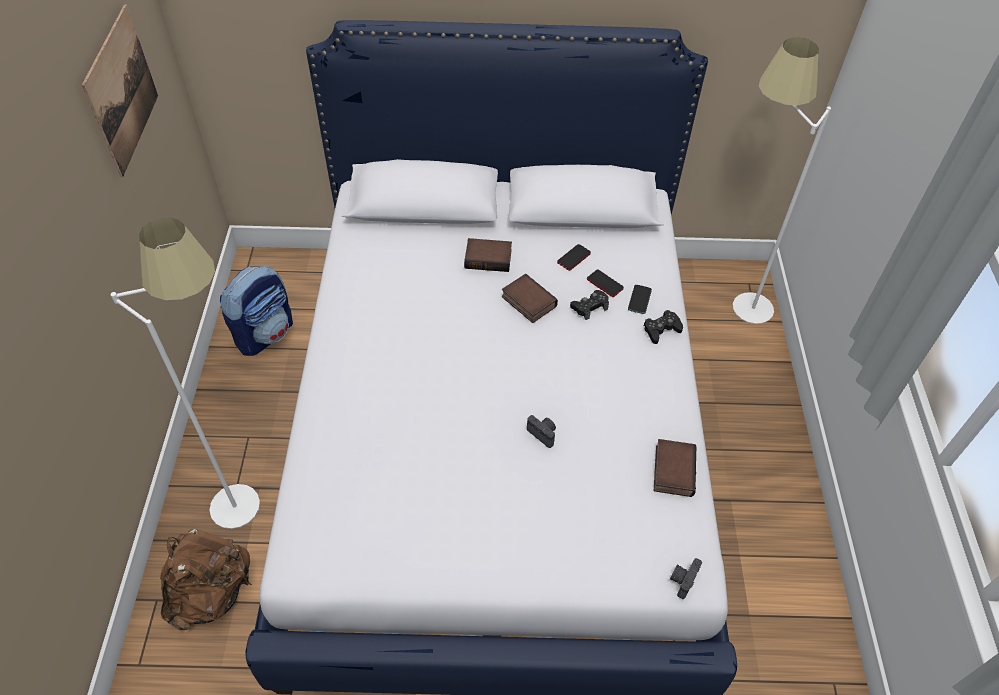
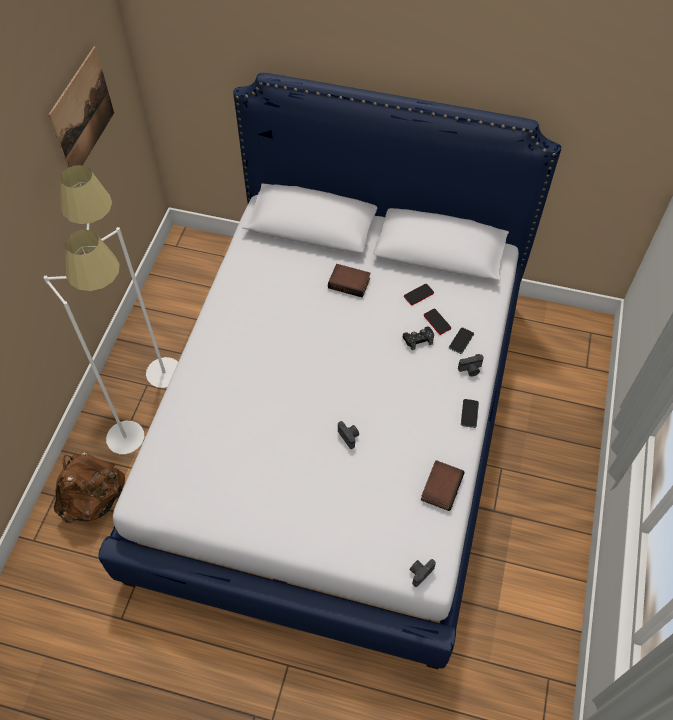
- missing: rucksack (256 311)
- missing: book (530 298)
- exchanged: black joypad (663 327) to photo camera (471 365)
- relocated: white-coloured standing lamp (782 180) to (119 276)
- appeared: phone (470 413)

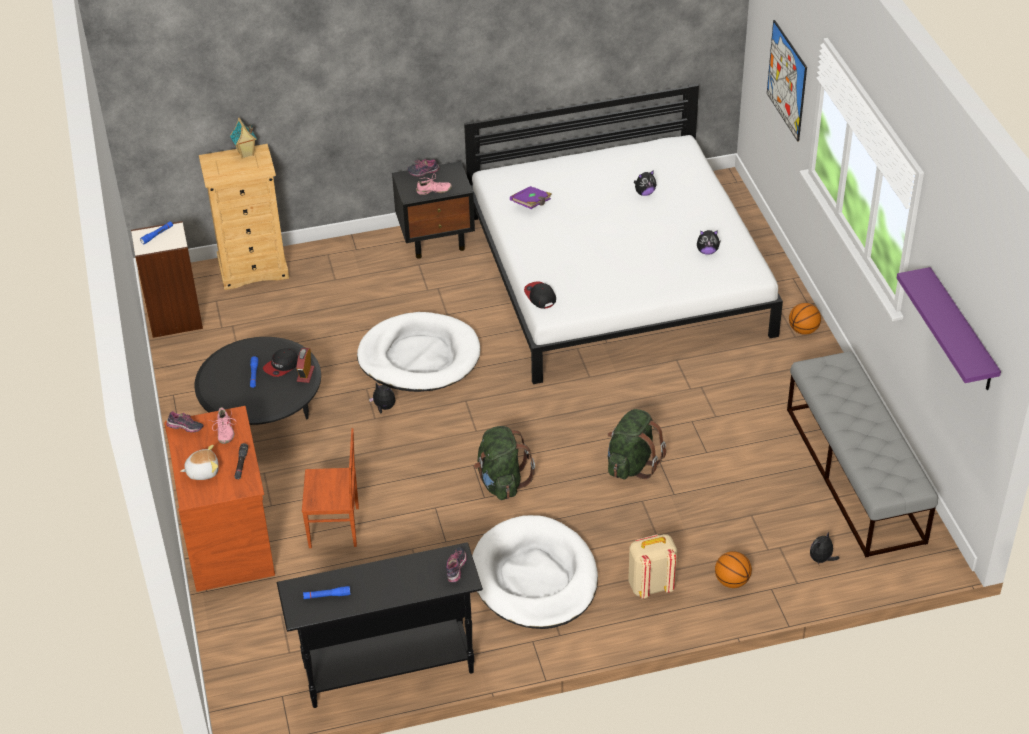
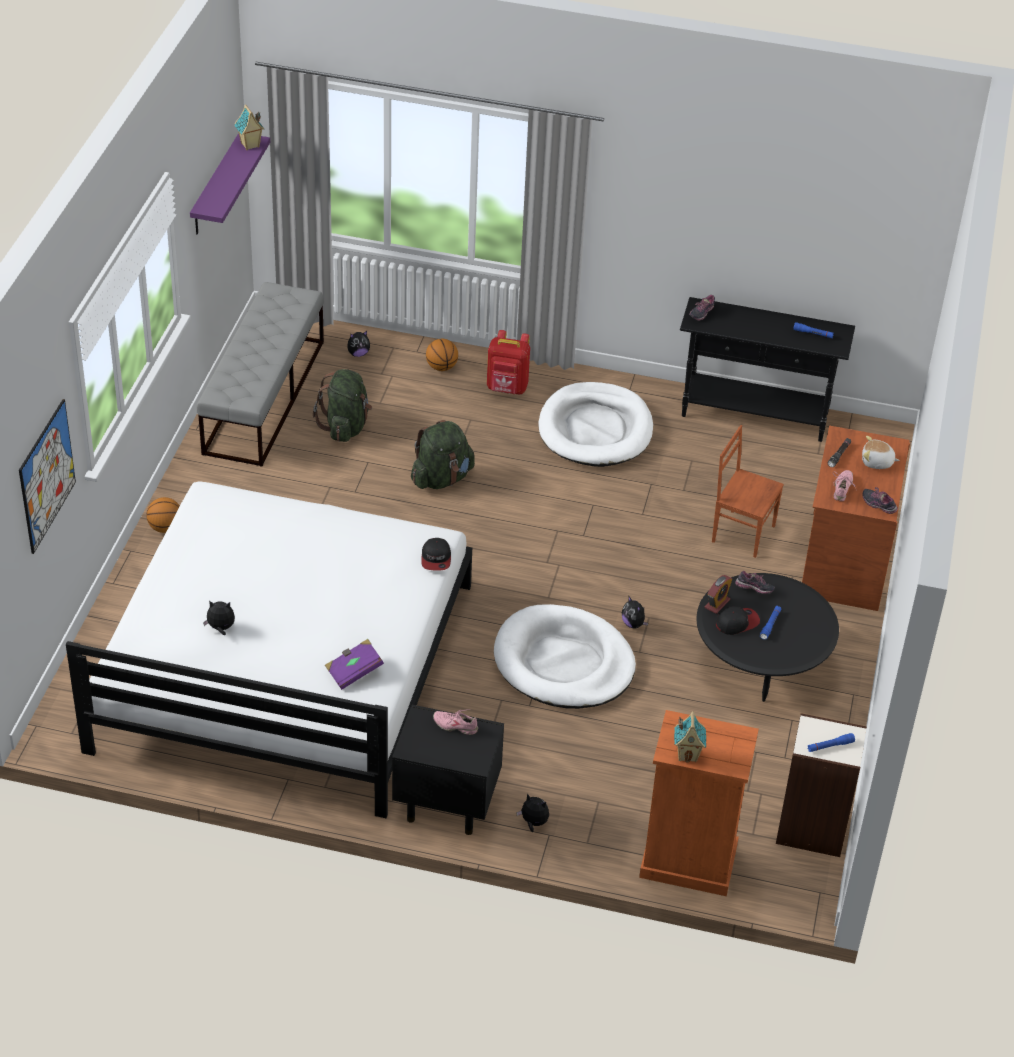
- colour: beige dresser (244 217) to orange-coloured dresser (699 803)
- relocated: item of footwear (423 168) to (755 582)
- relocated: green rucksack (504 463) to (342 405)
- colour: beige rucksack (652 566) to reddish rucksack (508 362)
- relocated: cuddly toy (709 242) to (532 812)
- appeared: miniature house (249 127)

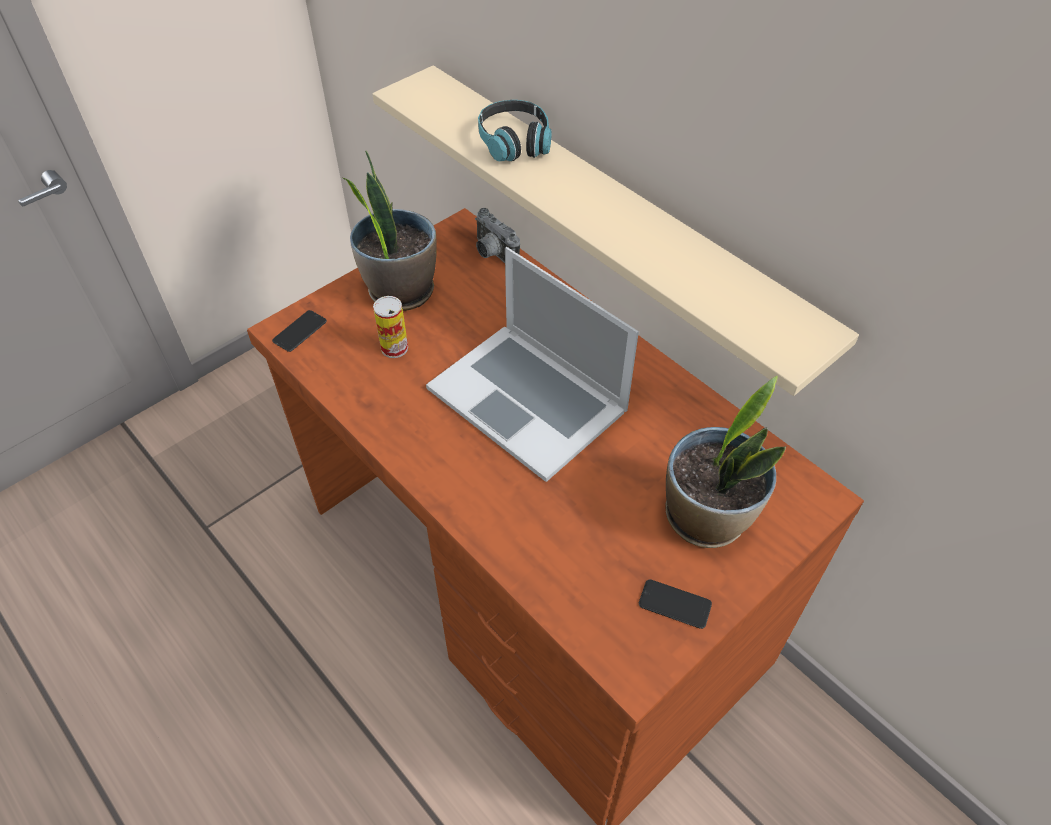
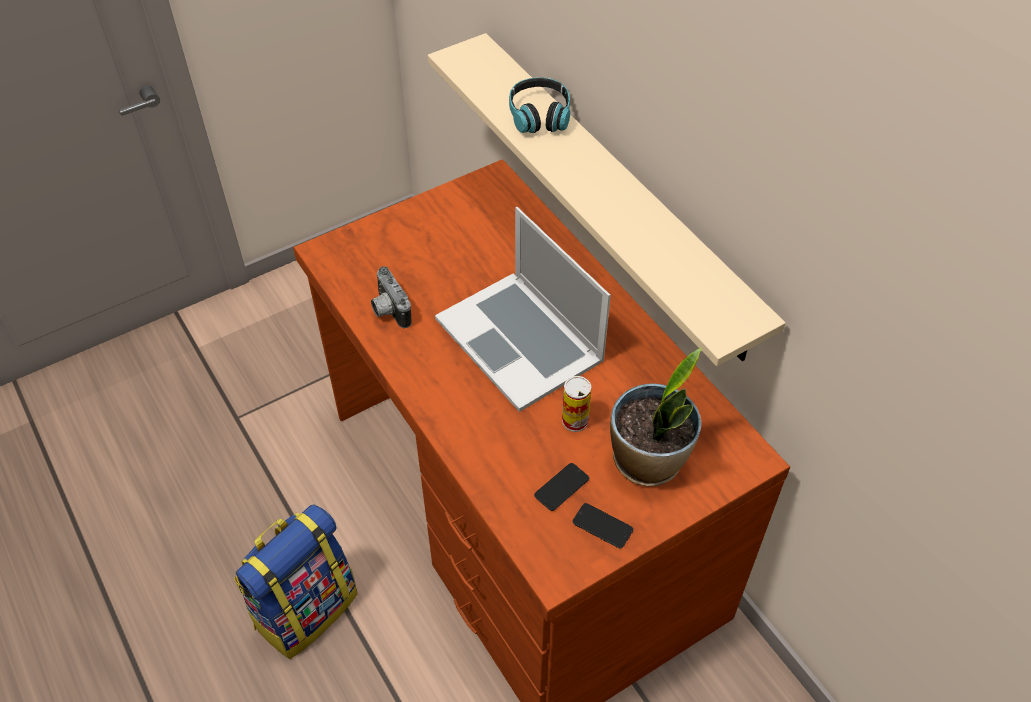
- relocated: phone (299 331) to (561 487)
- missing: plant in a pot (390 230)
- relocated: can (390 327) to (577 404)
- relocated: photo camera (497 235) to (391 297)
- appeared: rucksack (295 581)

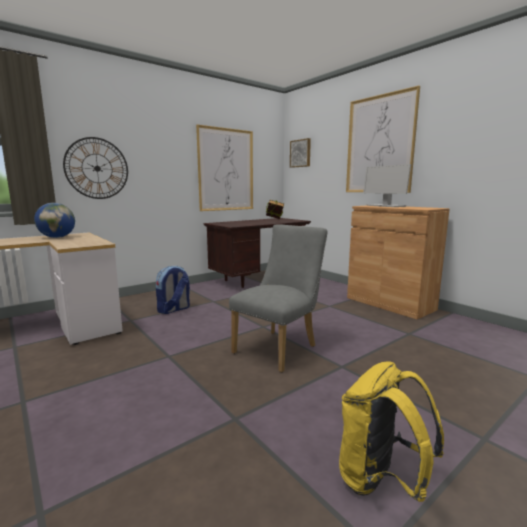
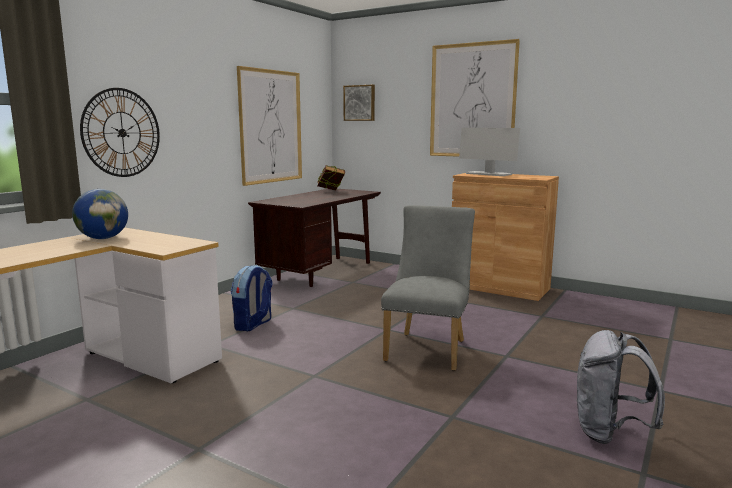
- colour: yellow rucksack (391 431) to grey rucksack (620 387)

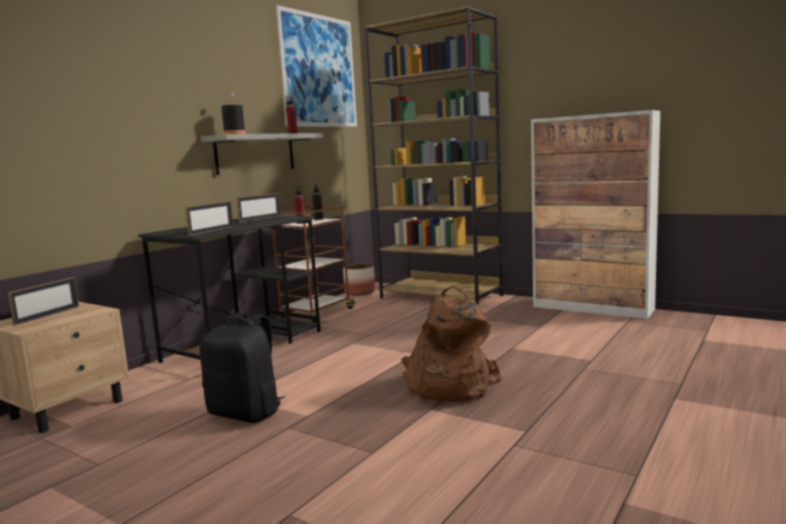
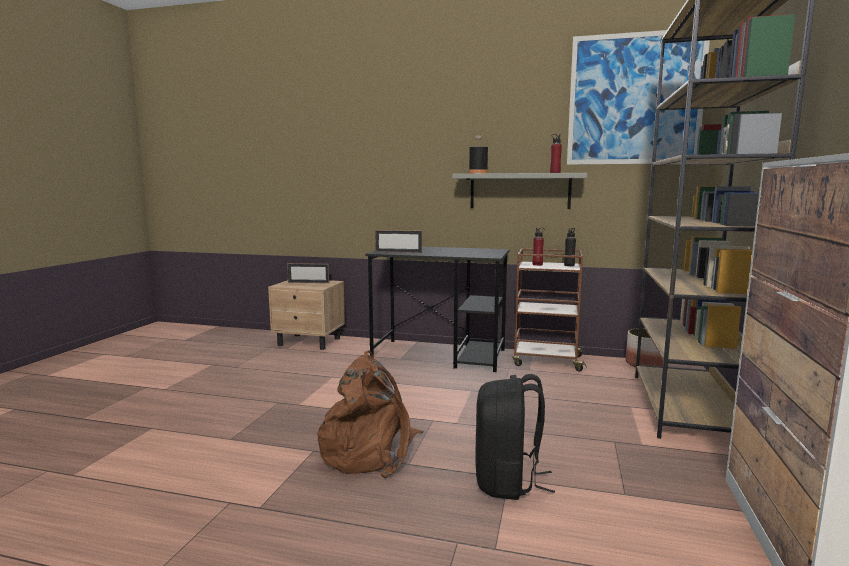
- relocated: black rucksack (242 367) to (515 437)
- missing: picture frame (259 207)

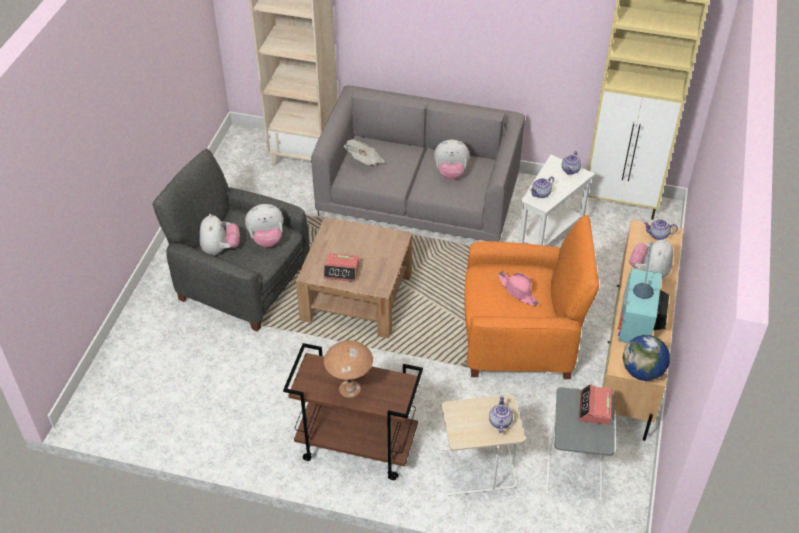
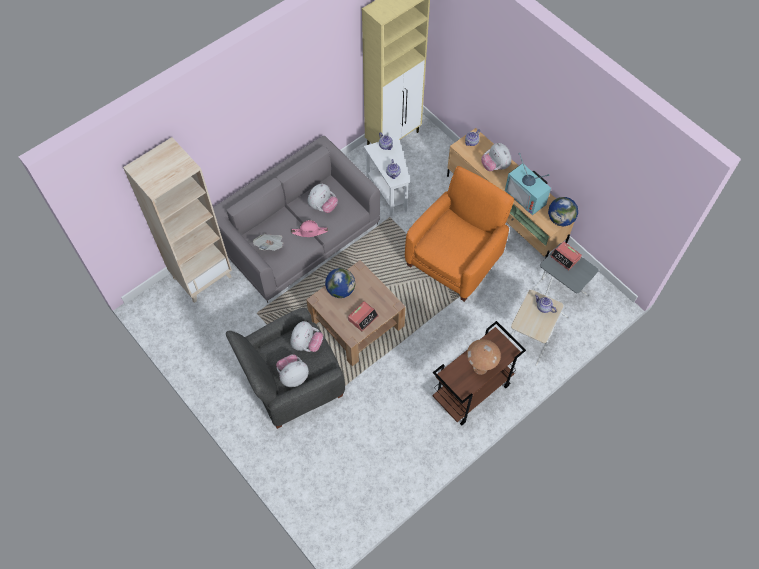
- spun: cuddly toy (220 234) = (292 370) 60 degrees counterclockwise
- relocated: pink-coloured wearable hat (518 288) to (309 228)
- appeared: globe (340 283)

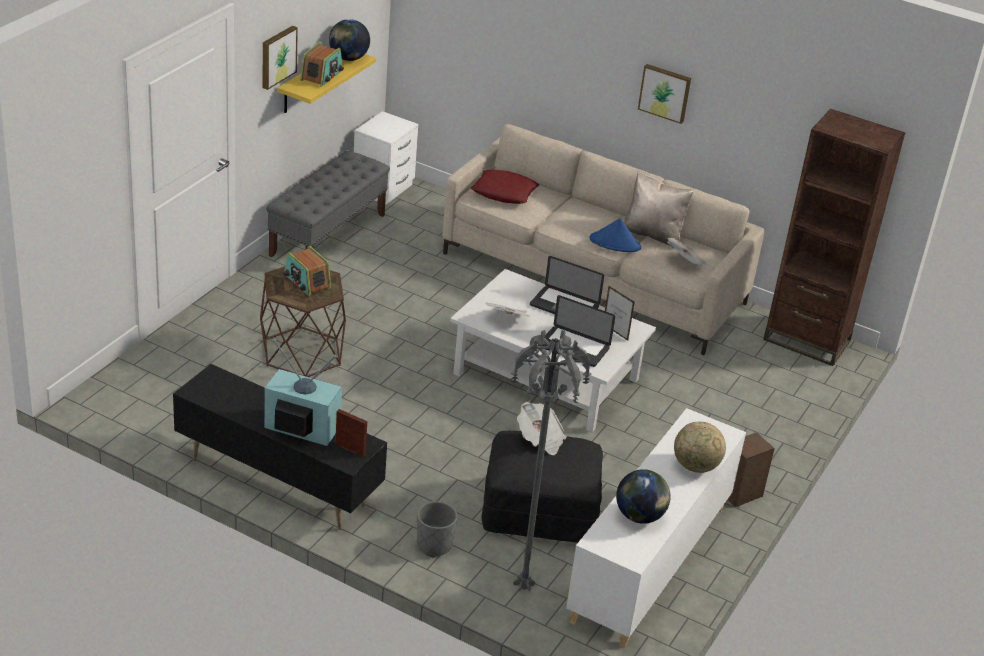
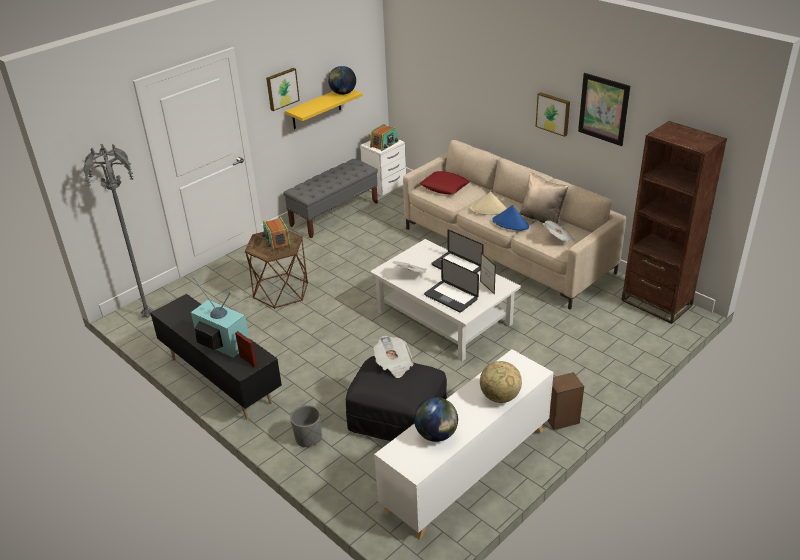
- relocated: radio set (322 64) to (384 137)
- relocated: grey standing lamp (551 461) to (118 231)
- appeared: beige wearable hat (488 203)
- appeared: picture (604 109)

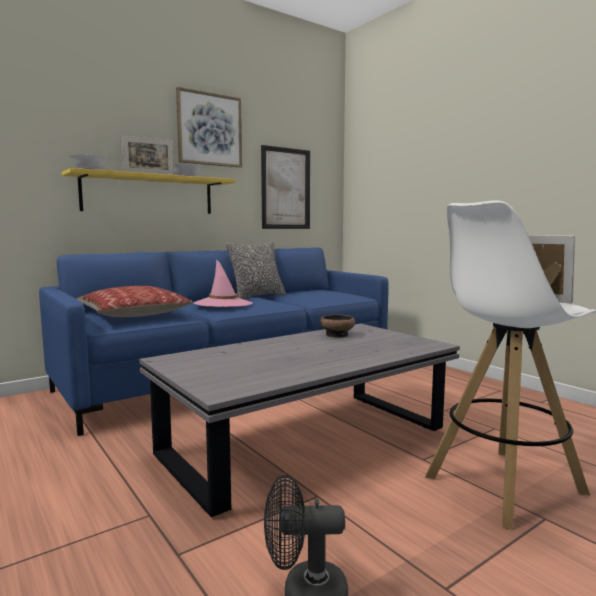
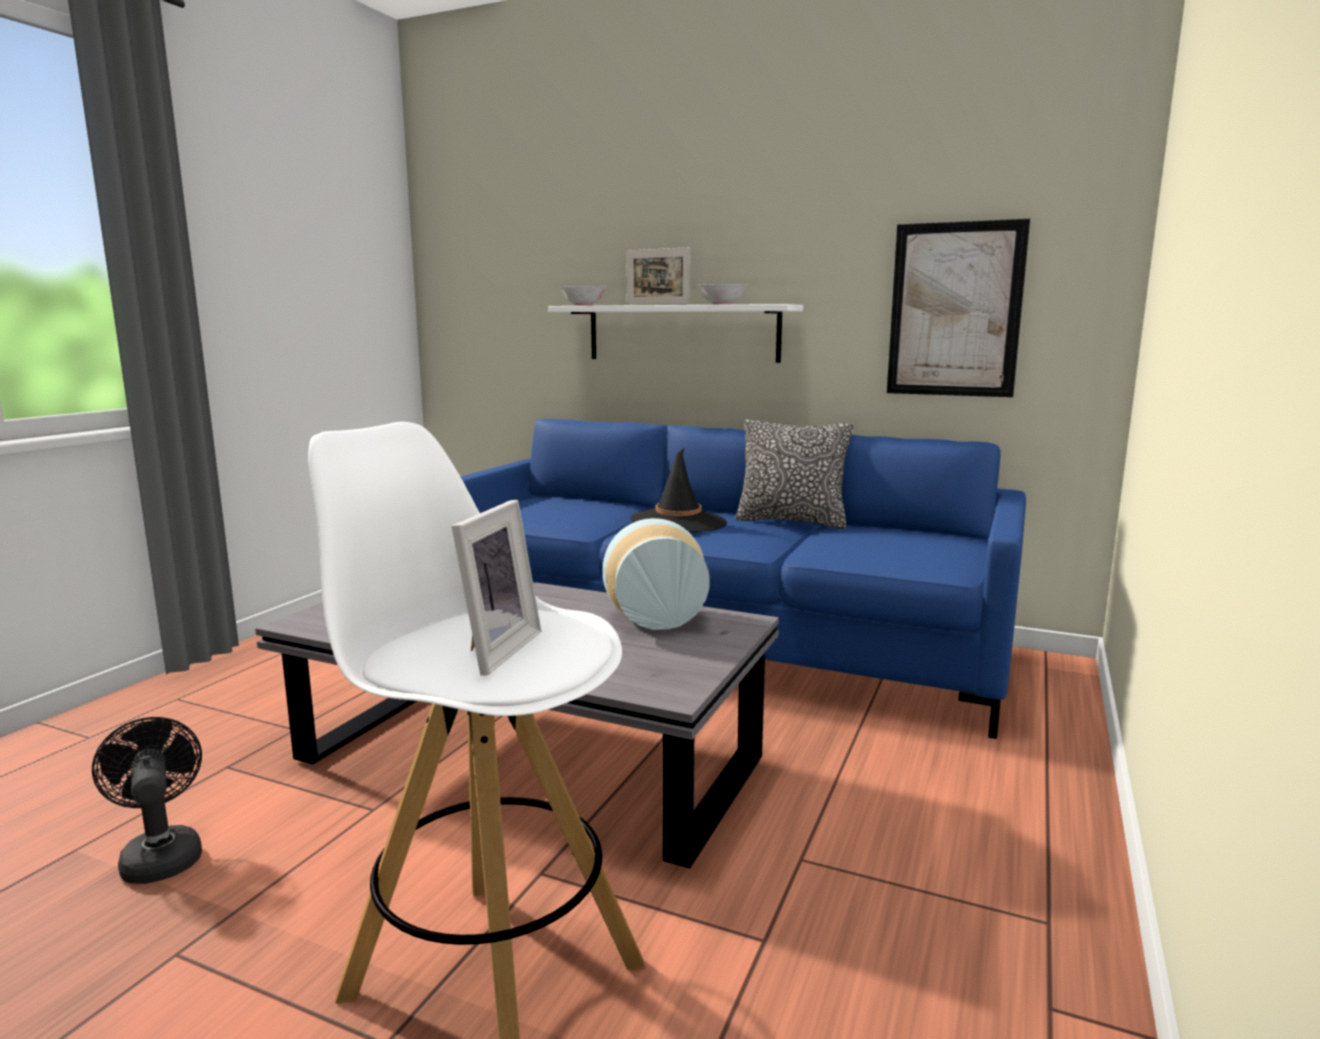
- colour: yellow bracket shelf (149 191) to white-coloured bracket shelf (675 333)
- missing: throw pillow (135 301)
- missing: picture (209 127)
- colour: pink-coloured wearable hat (223 283) to black wearable hat (678 490)
- exchanged: serving bowl (337 326) to flower vase (656 574)

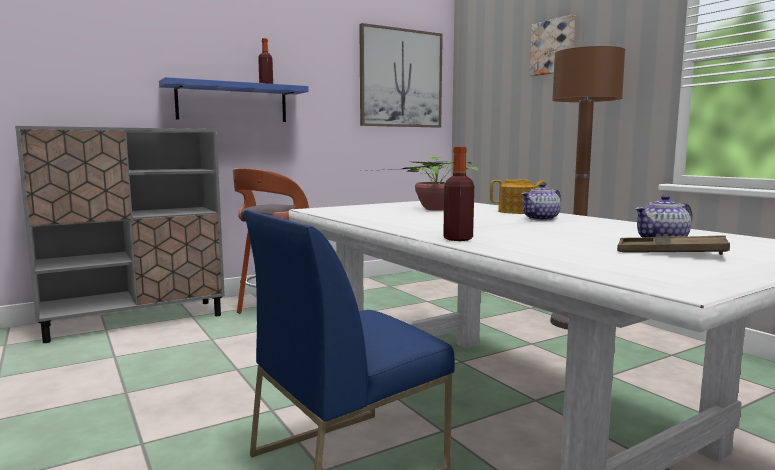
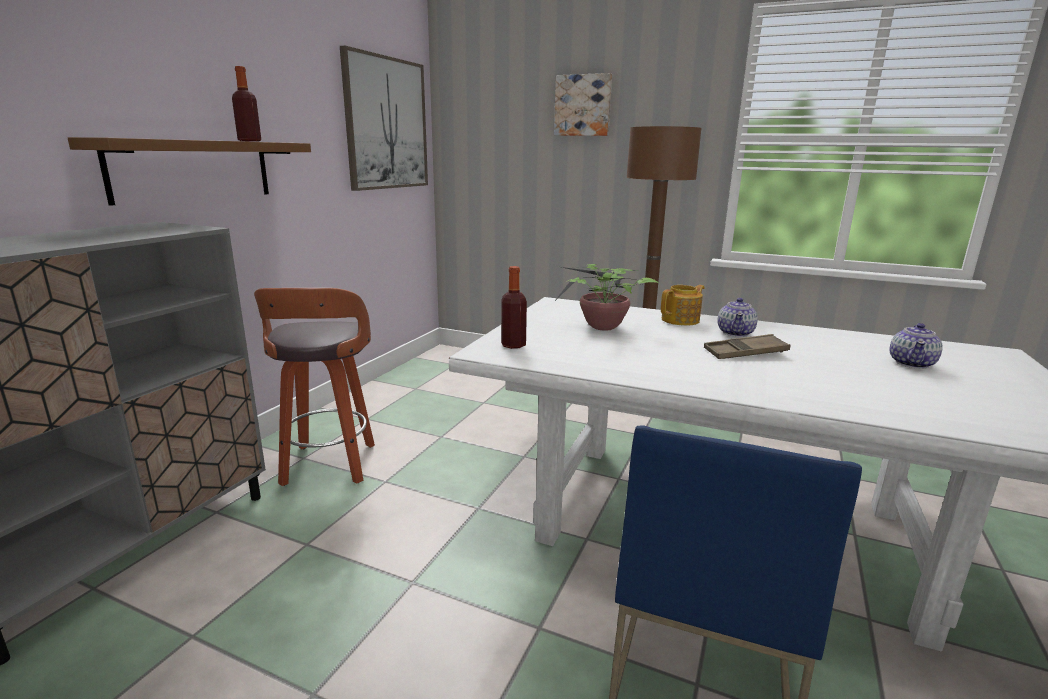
- colour: blue bracket shelf (234 99) to brown-coloured bracket shelf (189 171)
- relocated: beverage bottle (458 194) to (514 307)
- relocated: brown-coloured tray (673 245) to (747 346)

